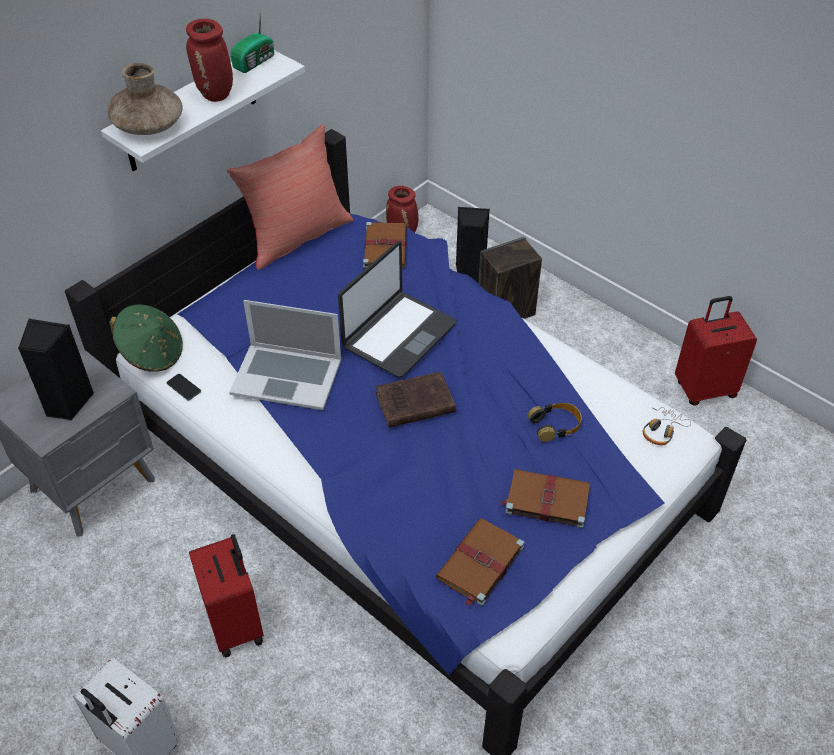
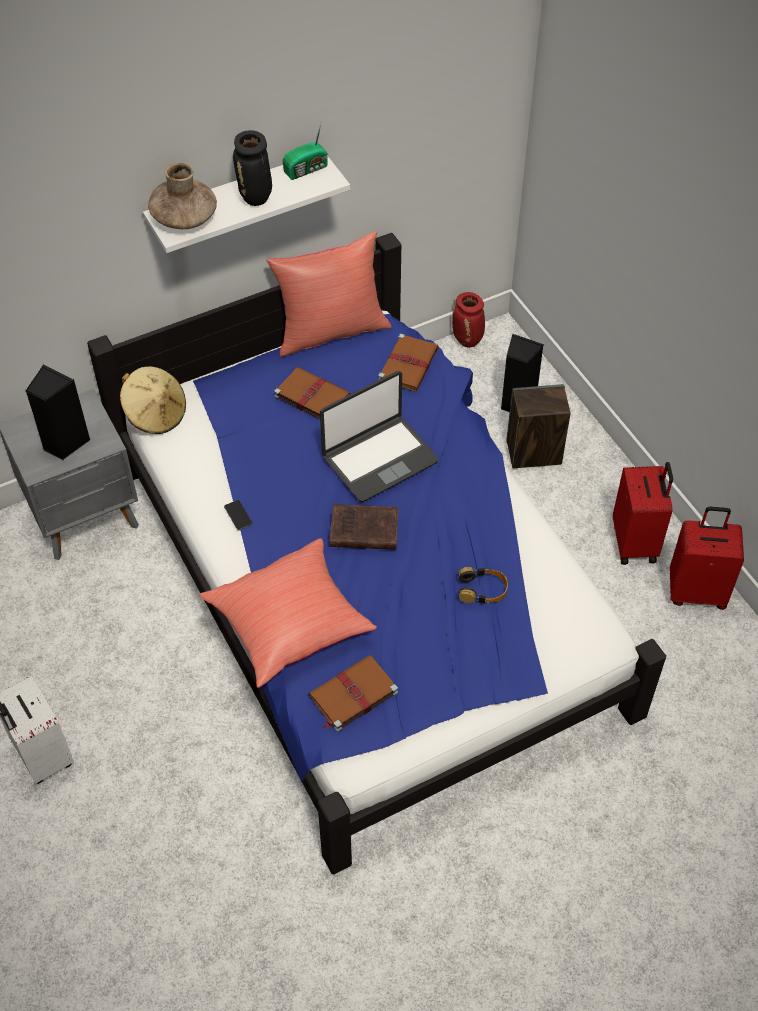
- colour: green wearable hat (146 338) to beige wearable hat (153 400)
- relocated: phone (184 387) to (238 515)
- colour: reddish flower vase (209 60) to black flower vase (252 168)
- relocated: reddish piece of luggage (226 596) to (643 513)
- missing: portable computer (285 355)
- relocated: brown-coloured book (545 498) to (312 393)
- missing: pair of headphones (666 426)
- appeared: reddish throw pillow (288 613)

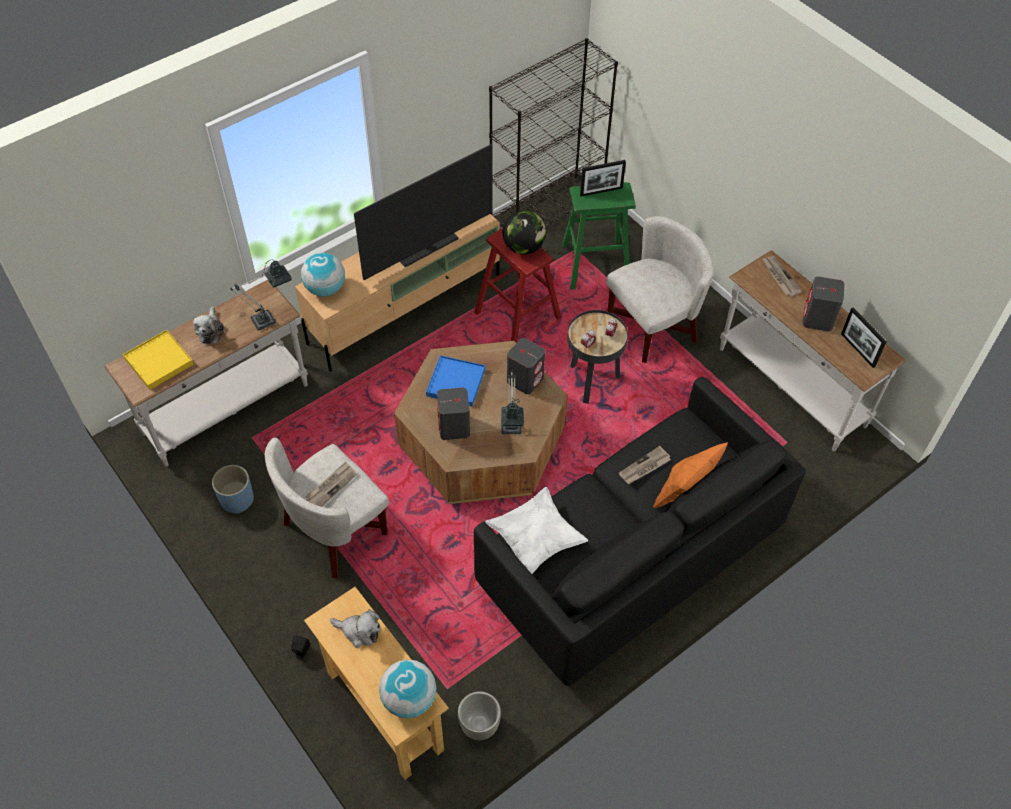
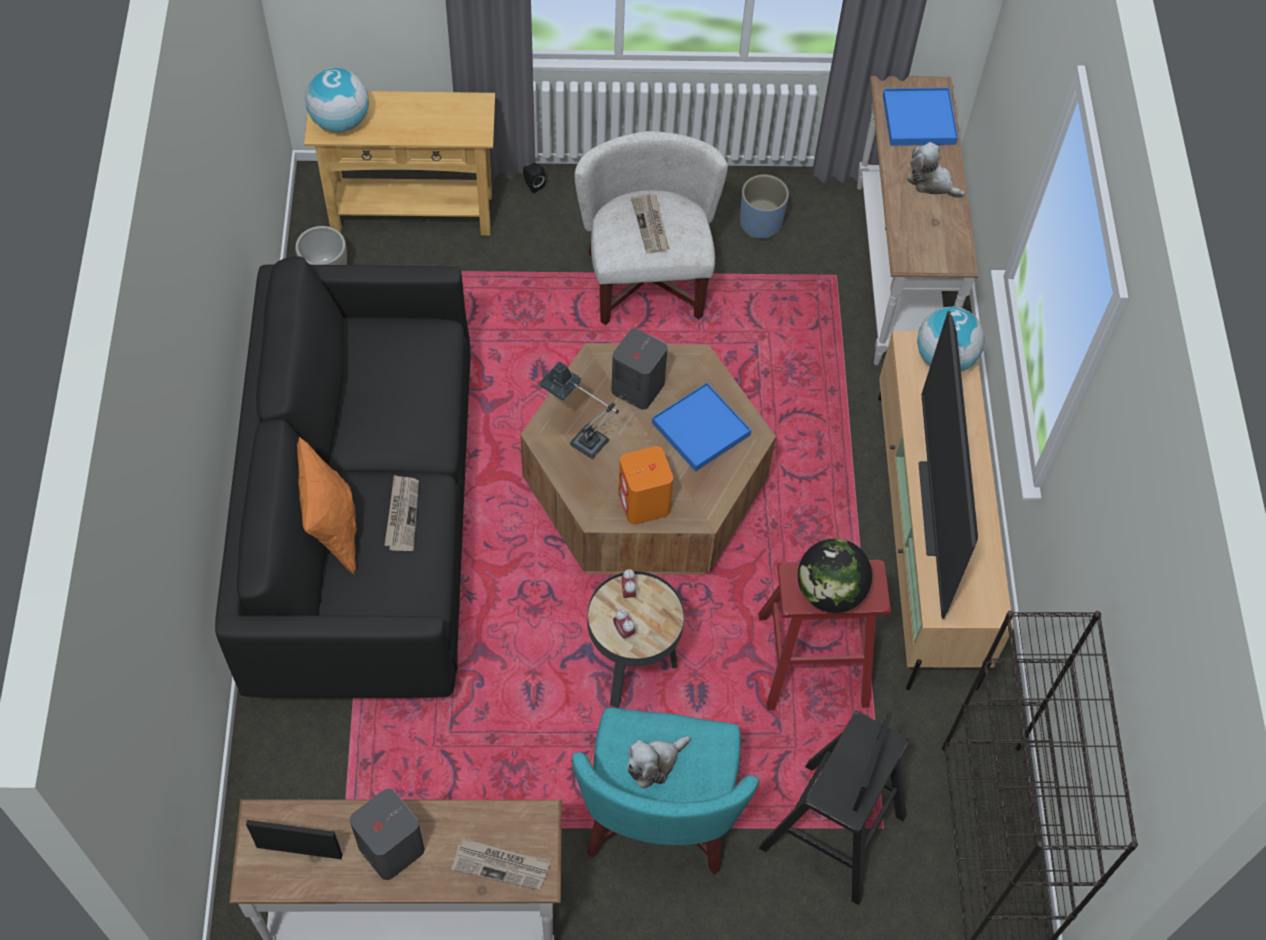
- colour: yellow tray (158 360) to blue tray (920 117)
- missing: tabletop lamp (261 295)
- relocated: cuddly toy (355 628) to (658 762)
- missing: white-coloured throw pillow (536 530)
- colour: grey speaker (526 366) to orange-coloured speaker (645 485)
- colour: green sitting stool (599 236) to black sitting stool (834 808)
- colour: white-coloured easy chair (660 289) to turquoise-coloured easy chair (665 791)

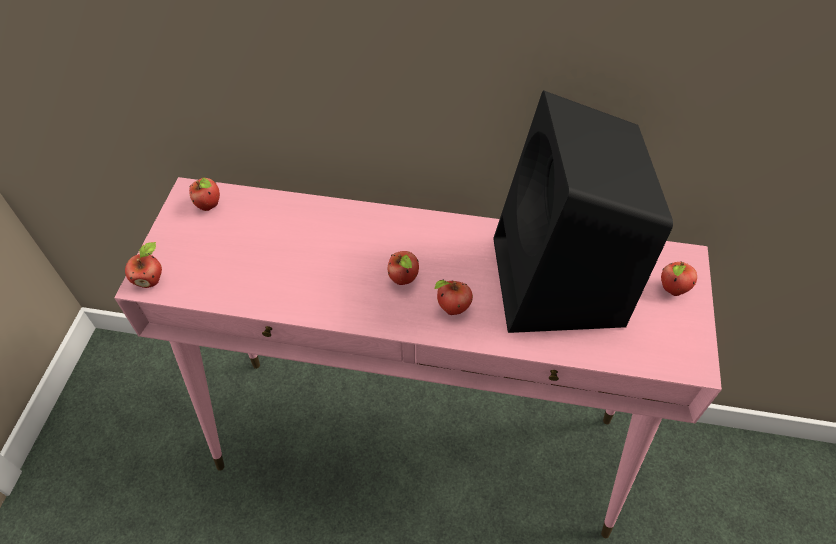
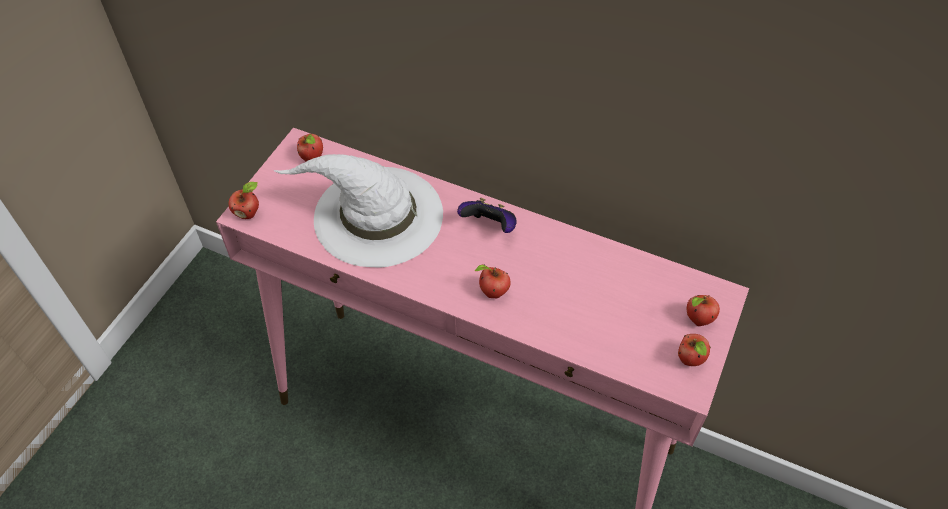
- relocated: whole apple (403 268) to (694 350)
- missing: black speaker (583 211)
- appeared: white-coloured wearable hat (358 211)
- appeared: joypad (487 215)

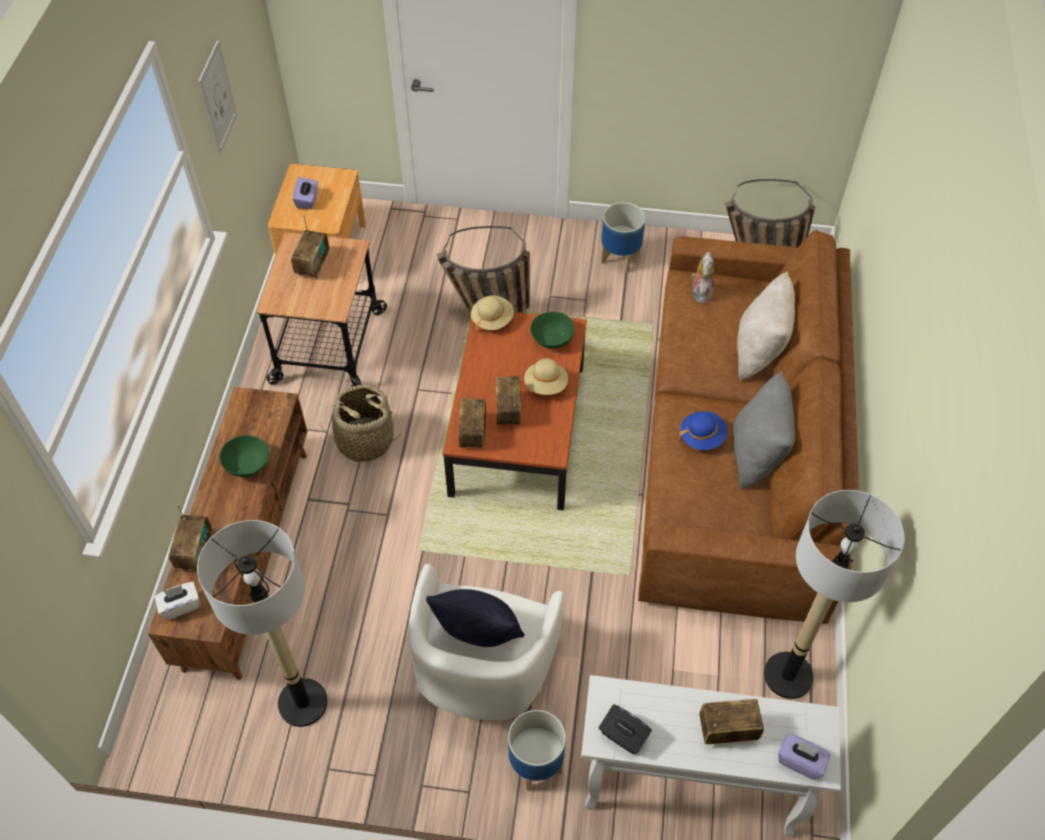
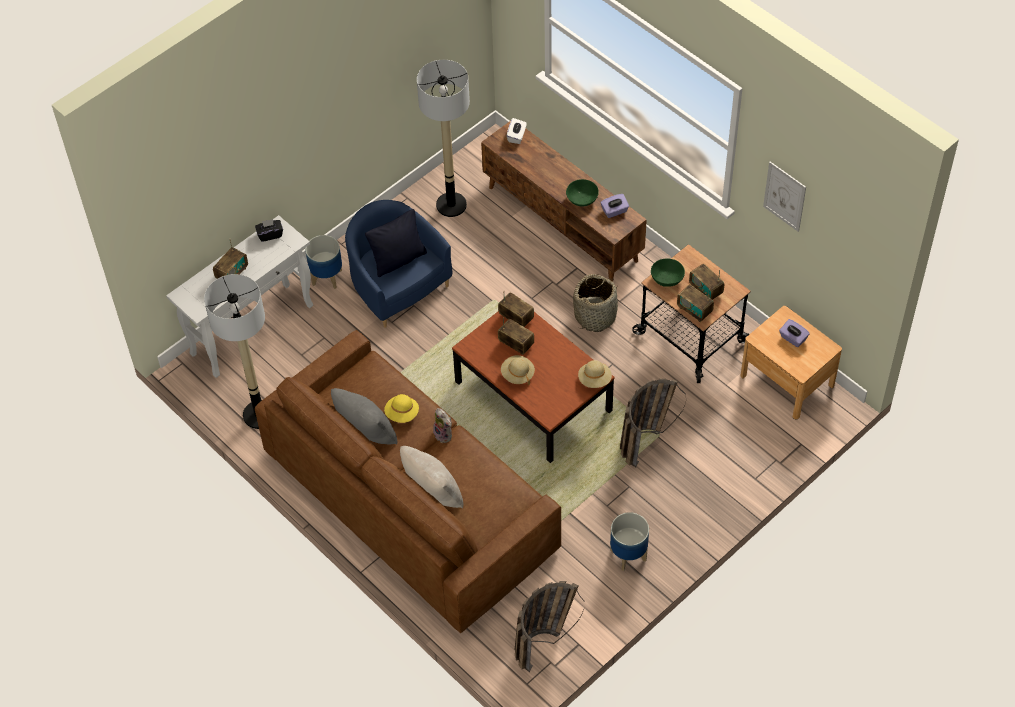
- relocated: radio set (190 537) to (695 303)
- colour: white-coloured easy chair (486 642) to blue easy chair (399 264)
- relocated: green serving bowl (552 330) to (668 272)
- colour: blue wearable hat (703 431) to yellow wearable hat (401 408)
- relocated: cuddly toy (703 277) to (442 425)
- relocated: purple tissue box (804 756) to (615 206)

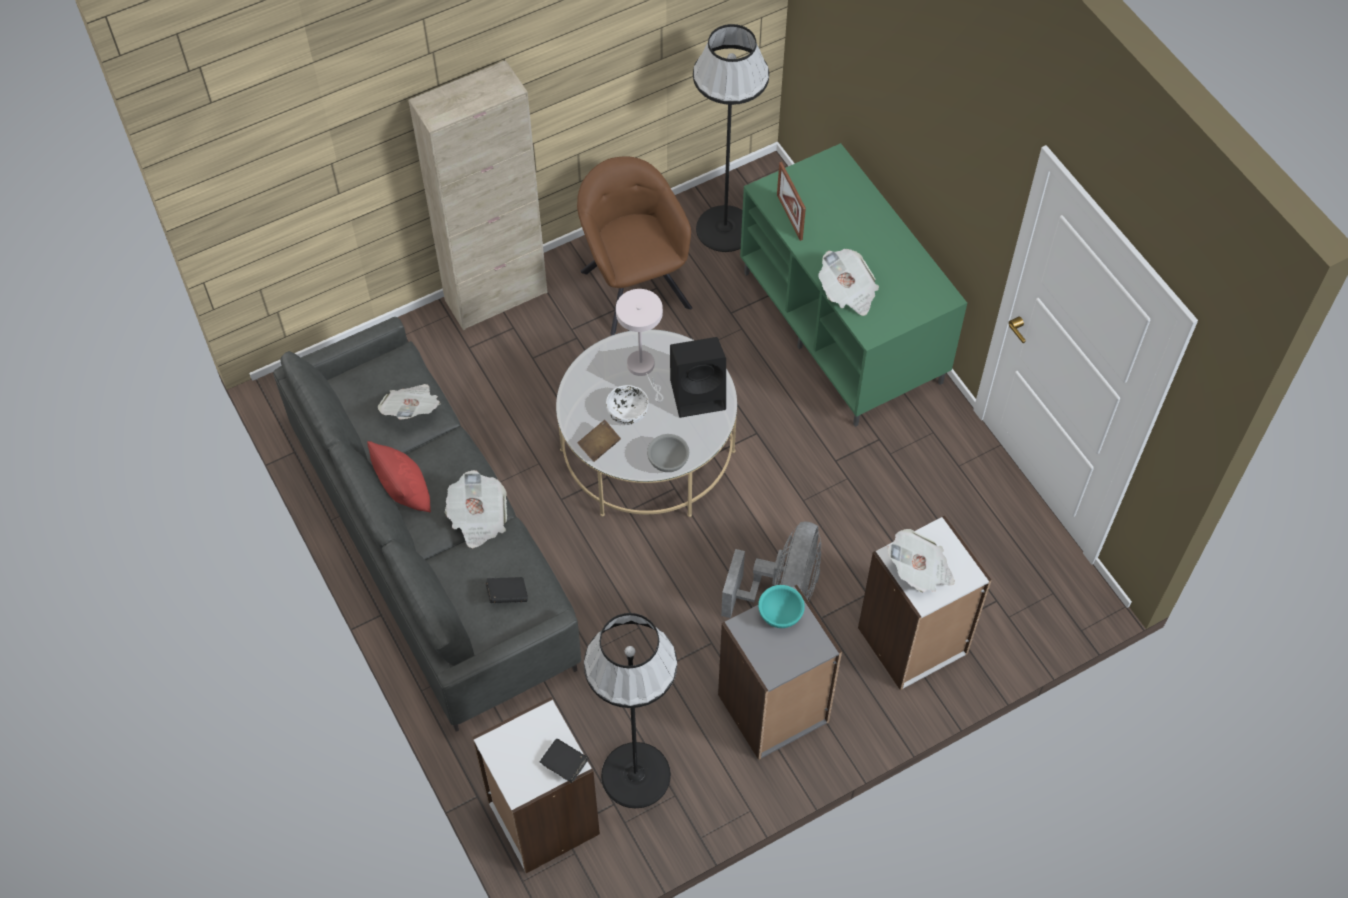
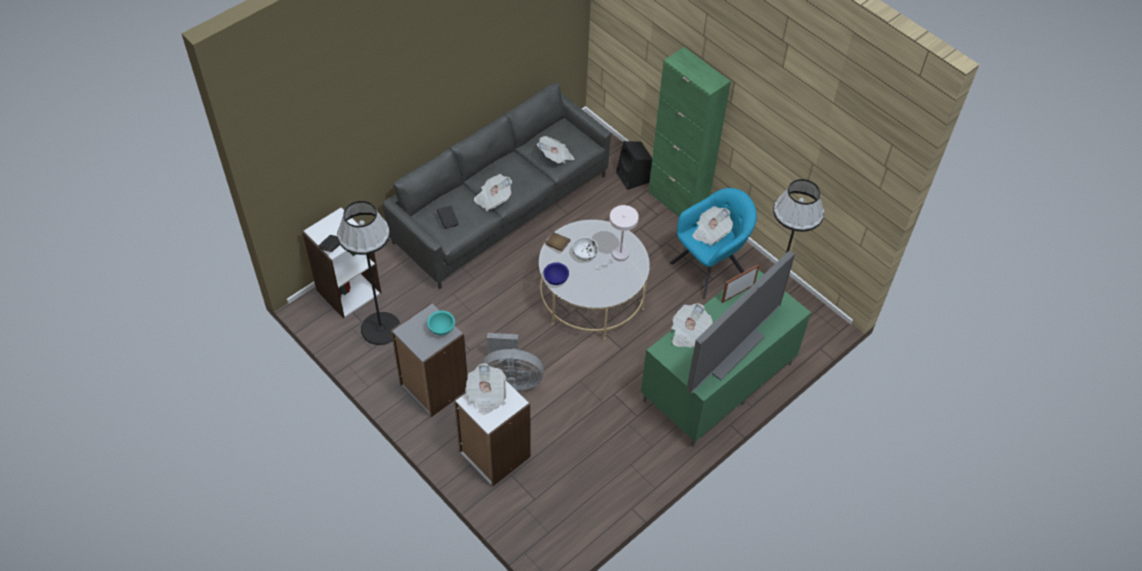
- missing: reddish throw pillow (399 477)
- colour: beige cupboard (478 195) to green cupboard (689 132)
- colour: brown-coloured easy chair (634 246) to turquoise-coloured easy chair (713 244)
- colour: grey serving bowl (668 453) to blue serving bowl (556 273)
- relocated: black speaker (698 377) to (634 165)
- appeared: TV set (741 322)
- appeared: printed paper (712 226)

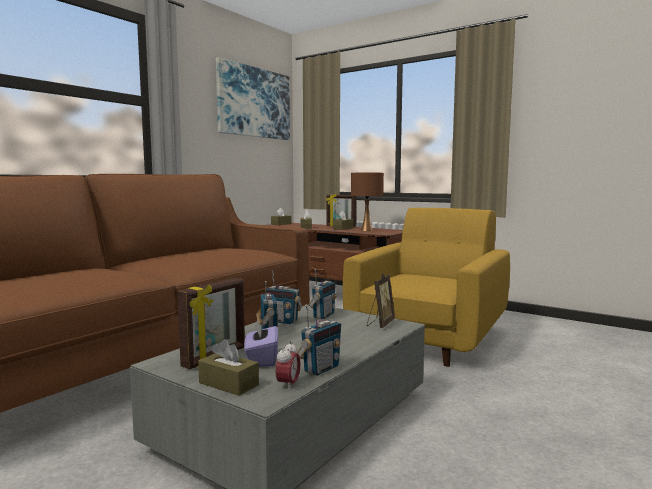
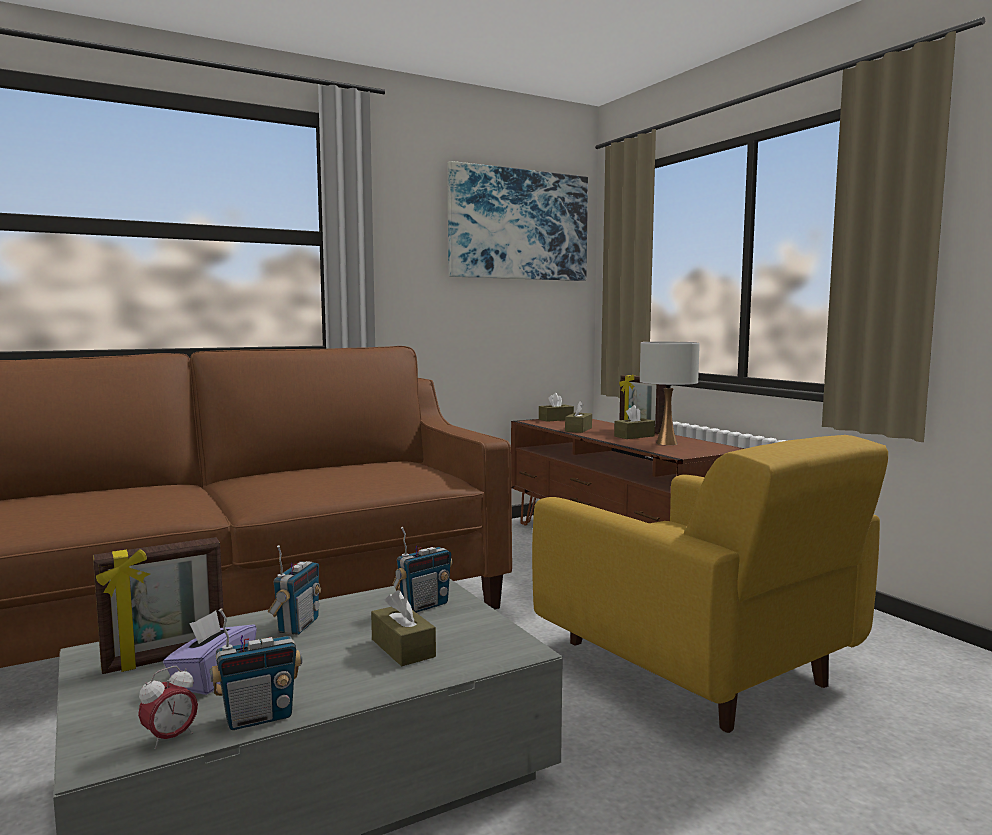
- relocated: brown-coloured tissue box (228 367) to (403 628)
- missing: radio set (284 296)
- spun: yellow easy chair (426 287) = (710 584) 90 degrees clockwise
- colour: brown-coloured tabletop lamp (367 202) to white-coloured tabletop lamp (670 393)
- missing: picture frame (381 300)

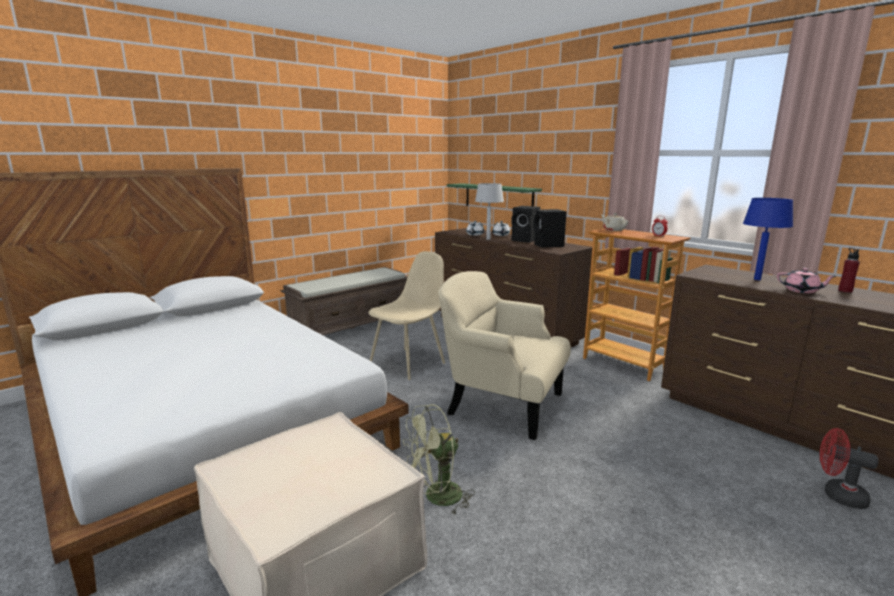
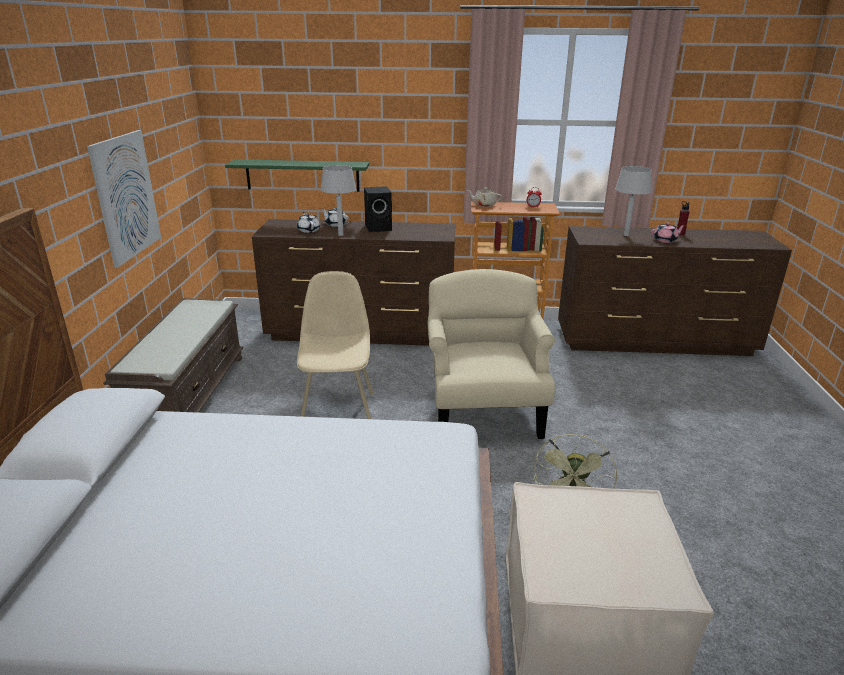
- spun: beige easy chair (504 355) = (491 354) 105 degrees clockwise
- missing: black speaker (550 228)
- colour: blue tabletop lamp (768 239) to grey tabletop lamp (633 201)
- missing: reddish cooling fan (849 468)
- appeared: picture (124 199)

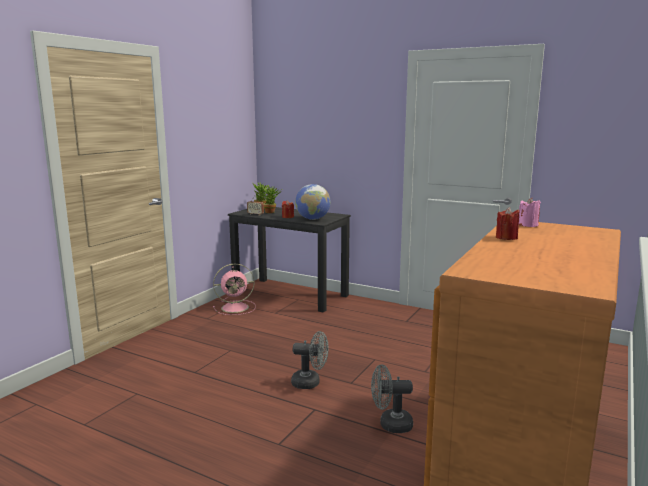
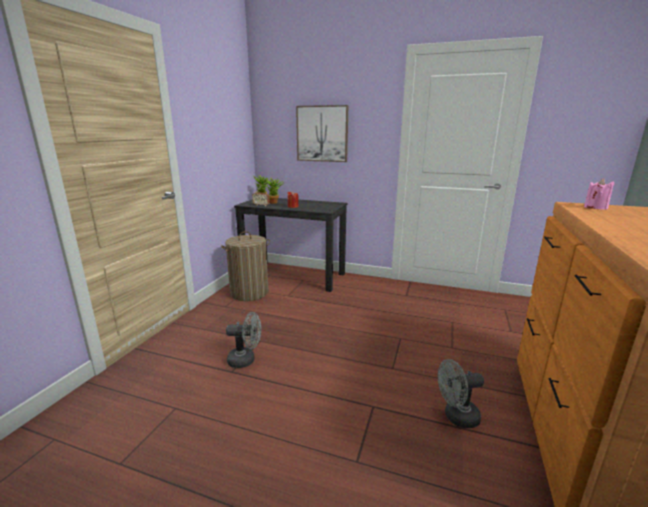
- exchanged: pink-coloured cooling fan (234 289) to hamper (245 266)
- relocated: grey cooling fan (310 360) to (243 340)
- missing: globe (313 202)
- missing: reddish candle (507 223)
- appeared: picture (322 133)

